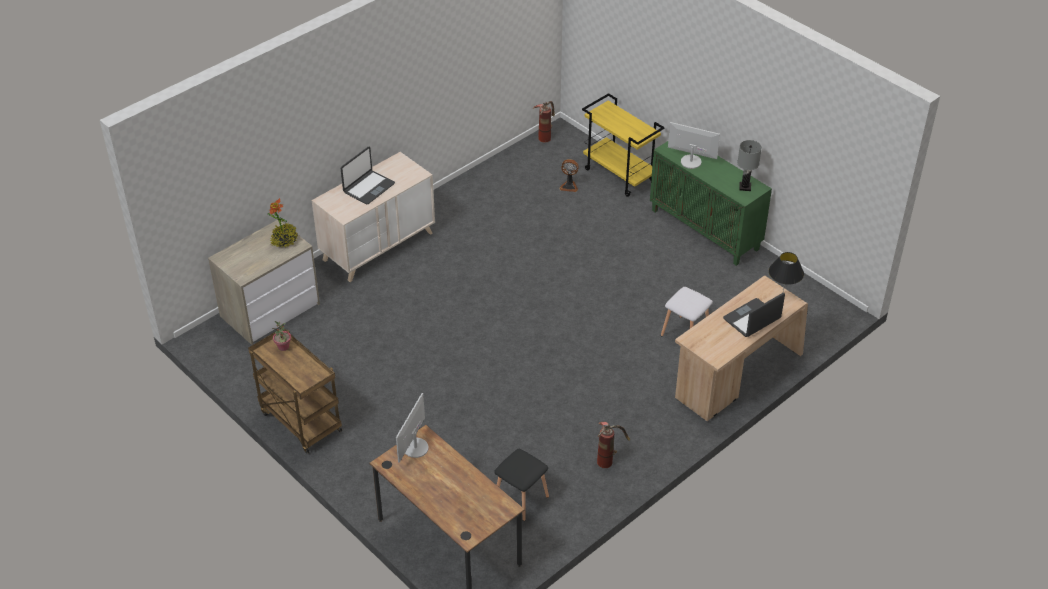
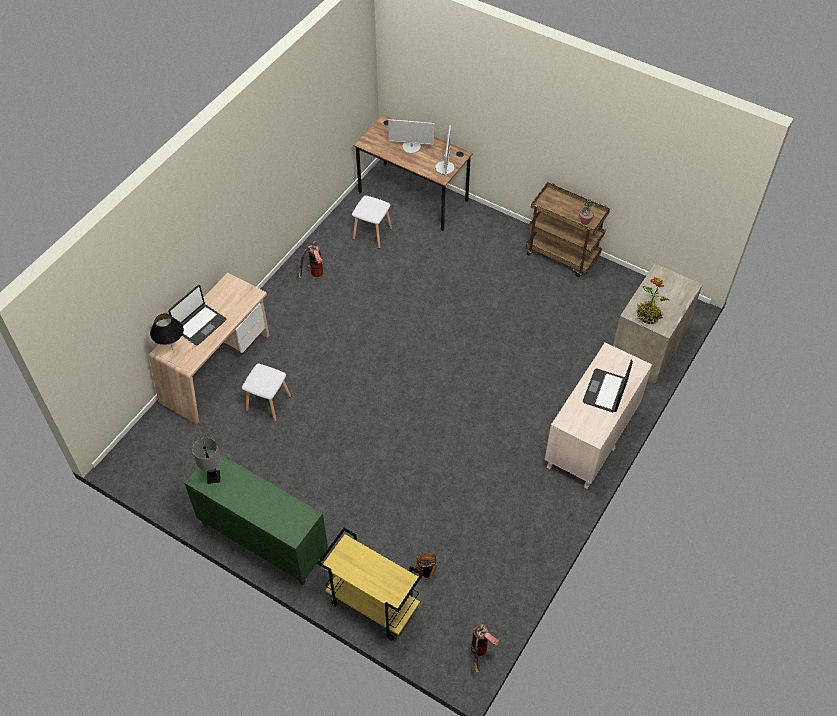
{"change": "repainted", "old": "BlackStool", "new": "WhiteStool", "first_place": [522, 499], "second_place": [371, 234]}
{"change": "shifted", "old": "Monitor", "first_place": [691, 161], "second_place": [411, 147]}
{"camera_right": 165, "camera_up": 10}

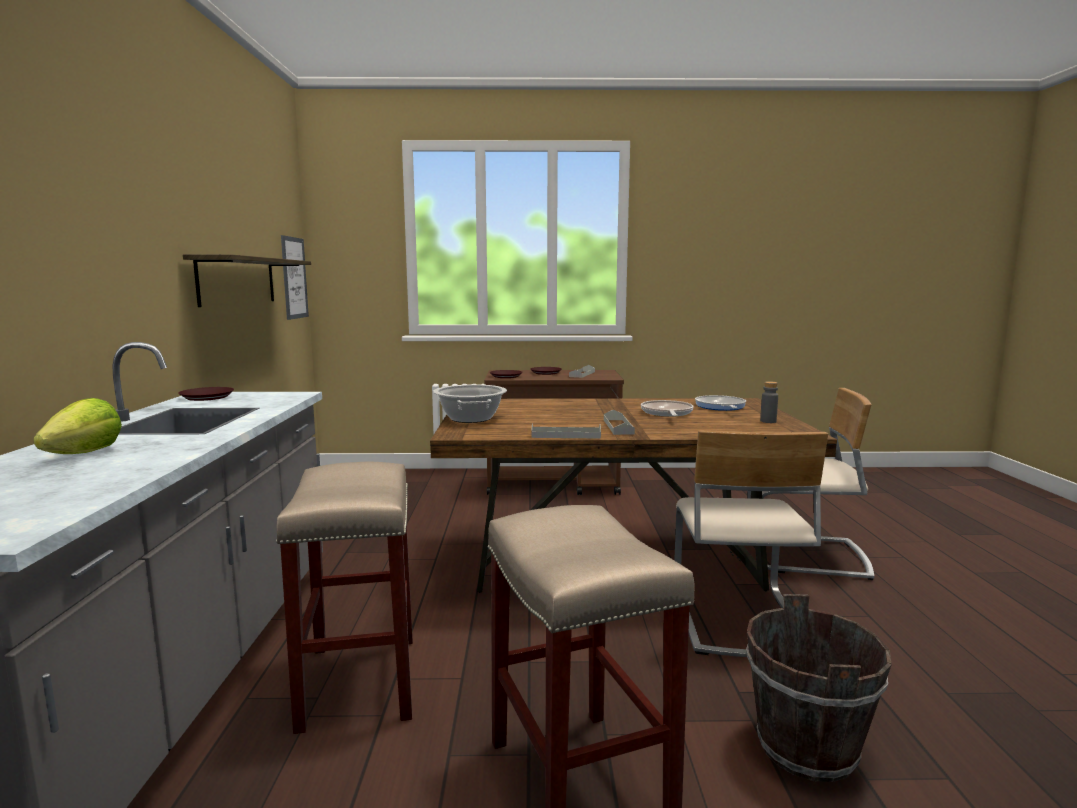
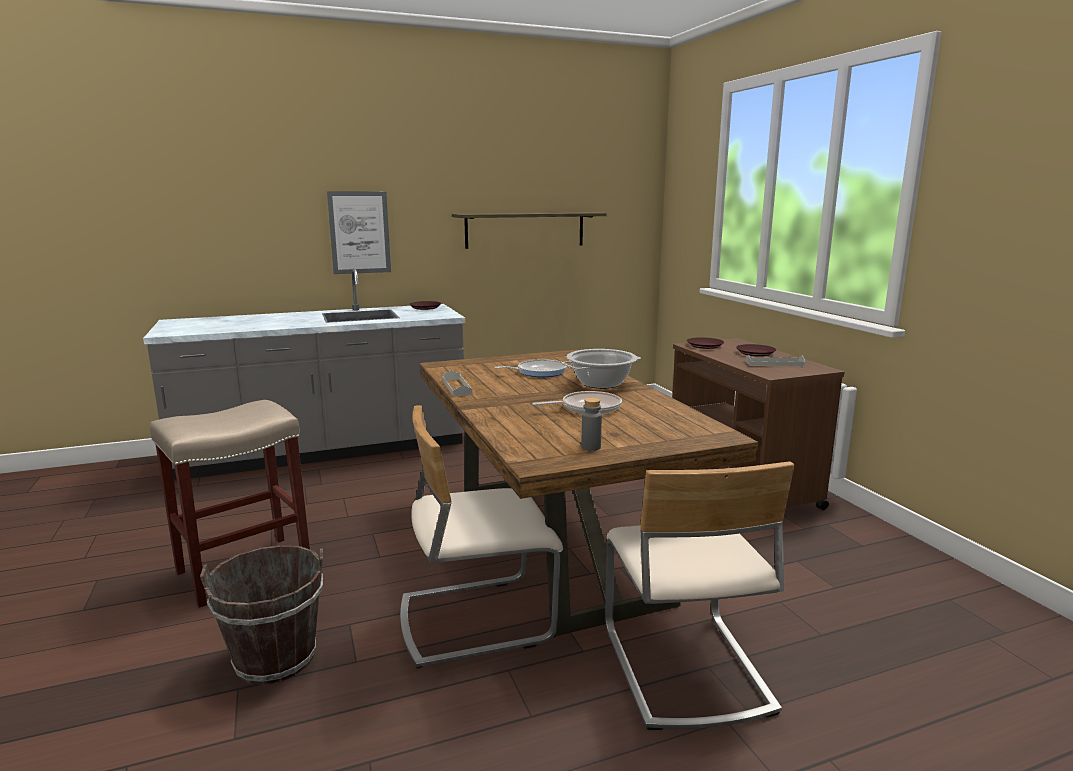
{"change": "shifted", "old": "Picture", "first_place": [294, 278], "second_place": [359, 232]}
{"change": "shifted", "old": "FryingPan", "first_place": [720, 407], "second_place": [538, 372]}
{"change": "shifted", "old": "CookingPot", "first_place": [471, 418], "second_place": [601, 383]}
{"change": "gone", "old": "Lettuce", "first_place": [84, 453]}
{"change": "gone", "old": "BeigeStool", "first_place": [358, 680]}
{"change": "gone", "old": "GreyTray", "first_place": [618, 427]}
{"camera_right": 70, "camera_up": 5}

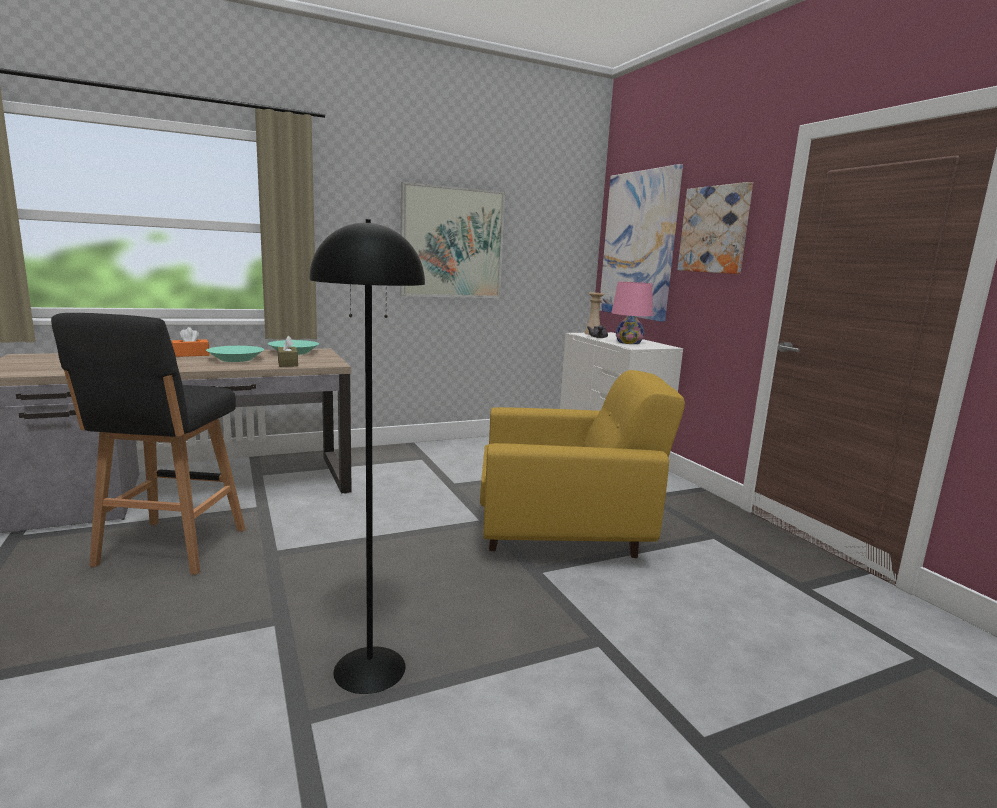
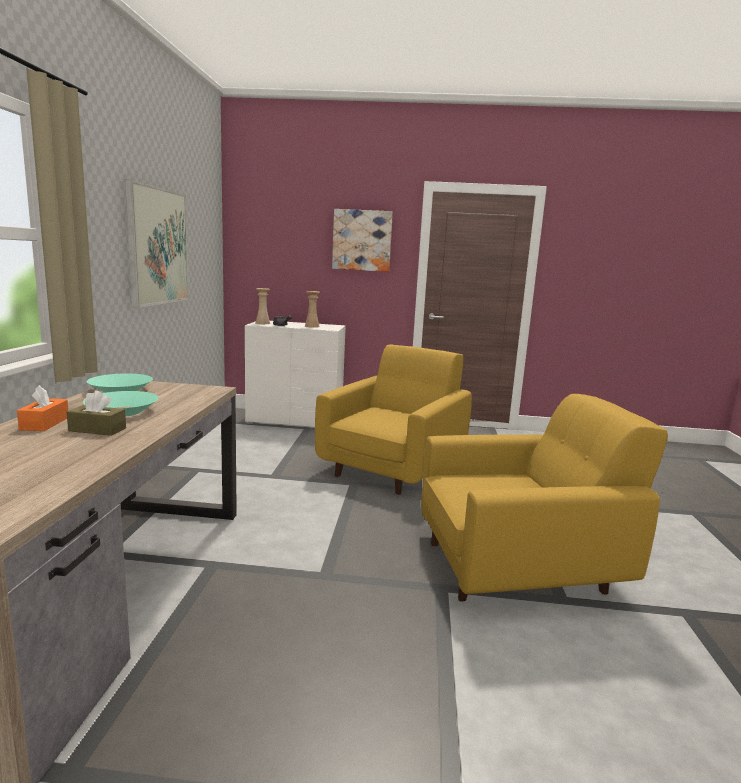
{"change": "shifted", "old": "BrownTissueBox", "first_place": [287, 363], "second_place": [97, 429]}
{"change": "swapped", "old": "PinkTableLamp", "new": "BeigeVase", "first_place": [628, 342], "second_place": [312, 326]}
{"change": "swapped", "old": "BlackFloorLamp", "new": "YellowArmchair", "first_place": [369, 669], "second_place": [520, 567]}
{"change": "gone", "old": "BlackStool", "first_place": [169, 549]}
{"change": "gone", "old": "Picture", "first_place": [638, 245]}
{"camera_right": -60, "camera_up": 0}

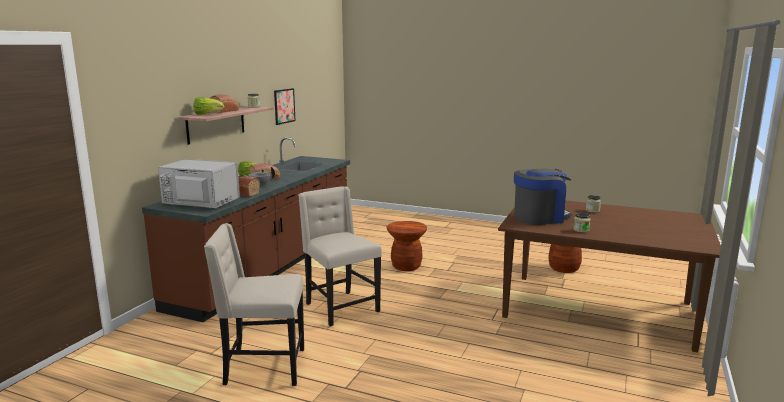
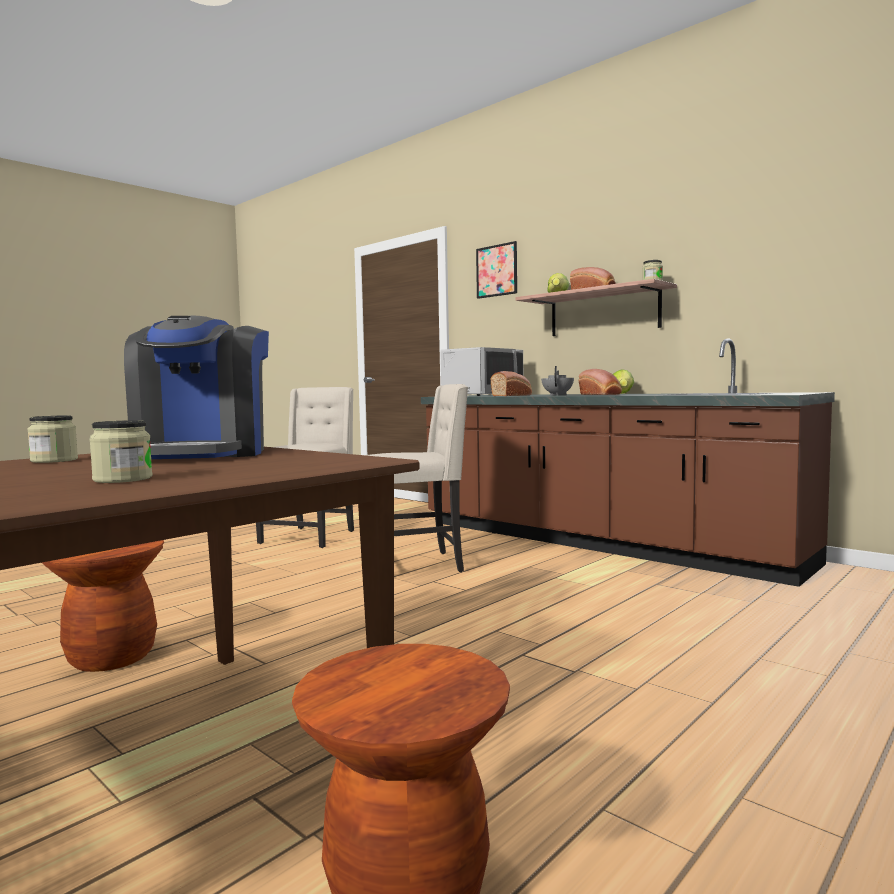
{"change": "shifted", "old": "BrownStool", "first_place": [406, 266], "second_place": [111, 657]}
{"change": "shifted", "old": "Picture", "first_place": [284, 106], "second_place": [497, 270]}
{"camera_right": 110, "camera_up": -10}

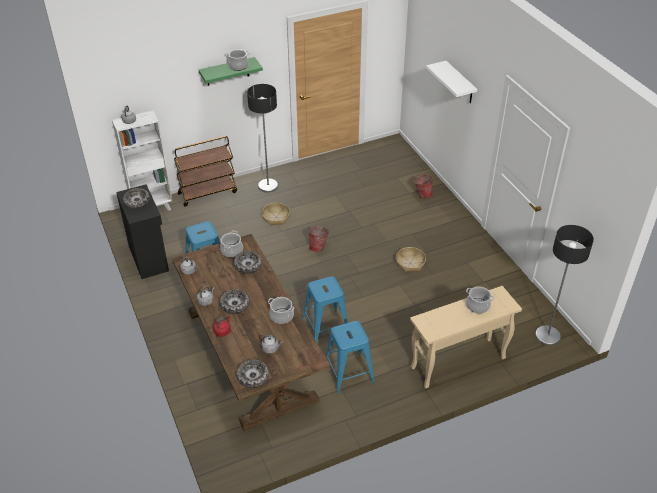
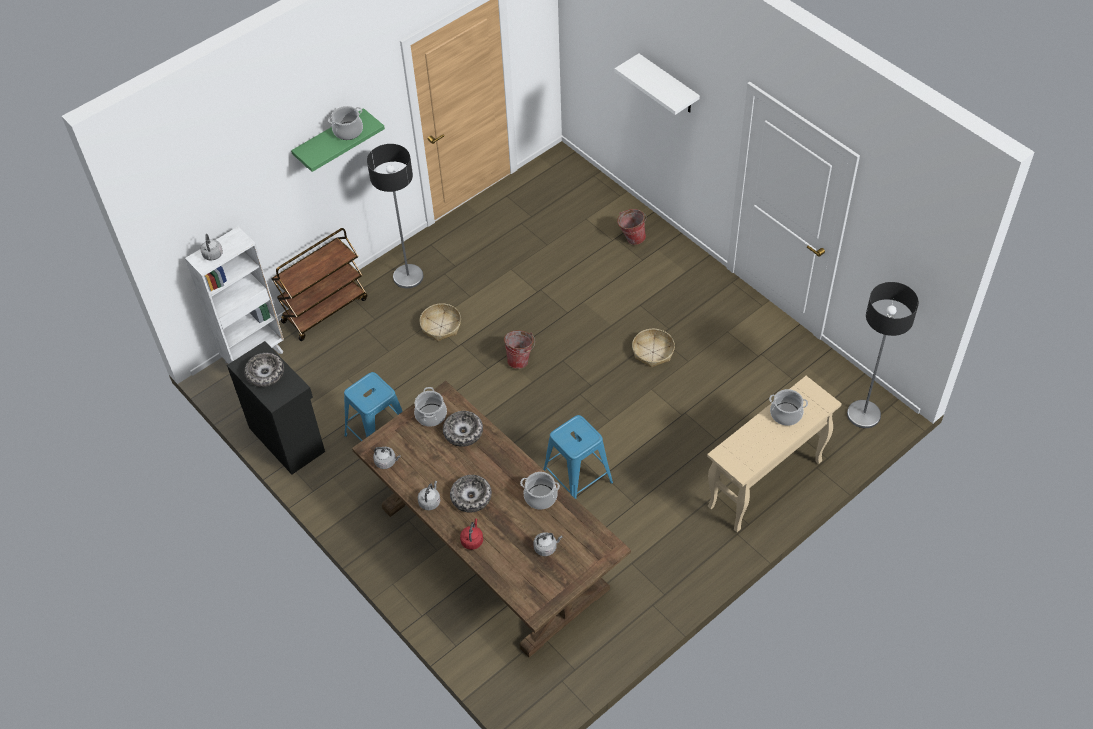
{"change": "gone", "old": "Bowl", "first_place": [253, 377]}
{"change": "gone", "old": "BlueStool", "first_place": [348, 373]}
{"camera_right": -15, "camera_up": 10}

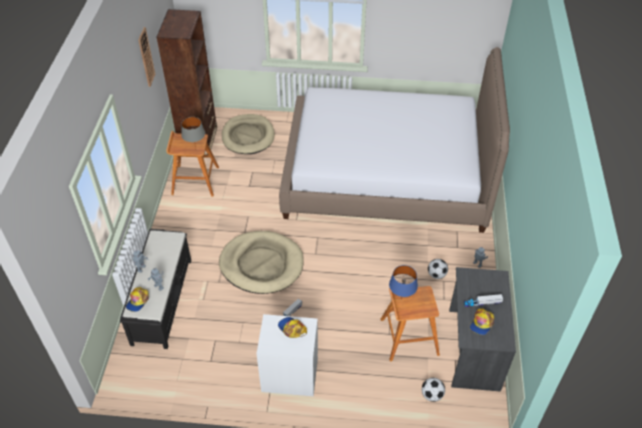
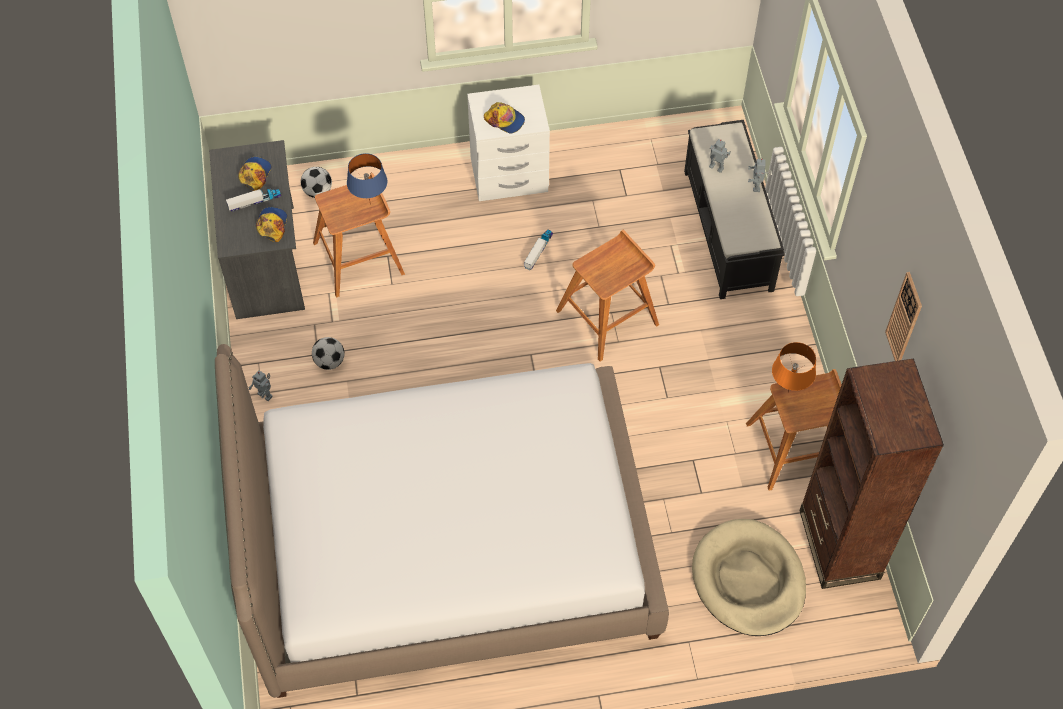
{"change": "shifted", "old": "Cap", "first_place": [138, 301], "second_place": [272, 225]}
{"change": "swapped", "old": "BeigeDogBed", "new": "BrownStool", "first_place": [261, 264], "second_place": [608, 317]}
{"change": "repainted", "old": "GreyTableLamp", "new": "OrangeTableLamp", "first_place": [196, 149], "second_place": [787, 391]}
{"camera_right": 165, "camera_up": 10}

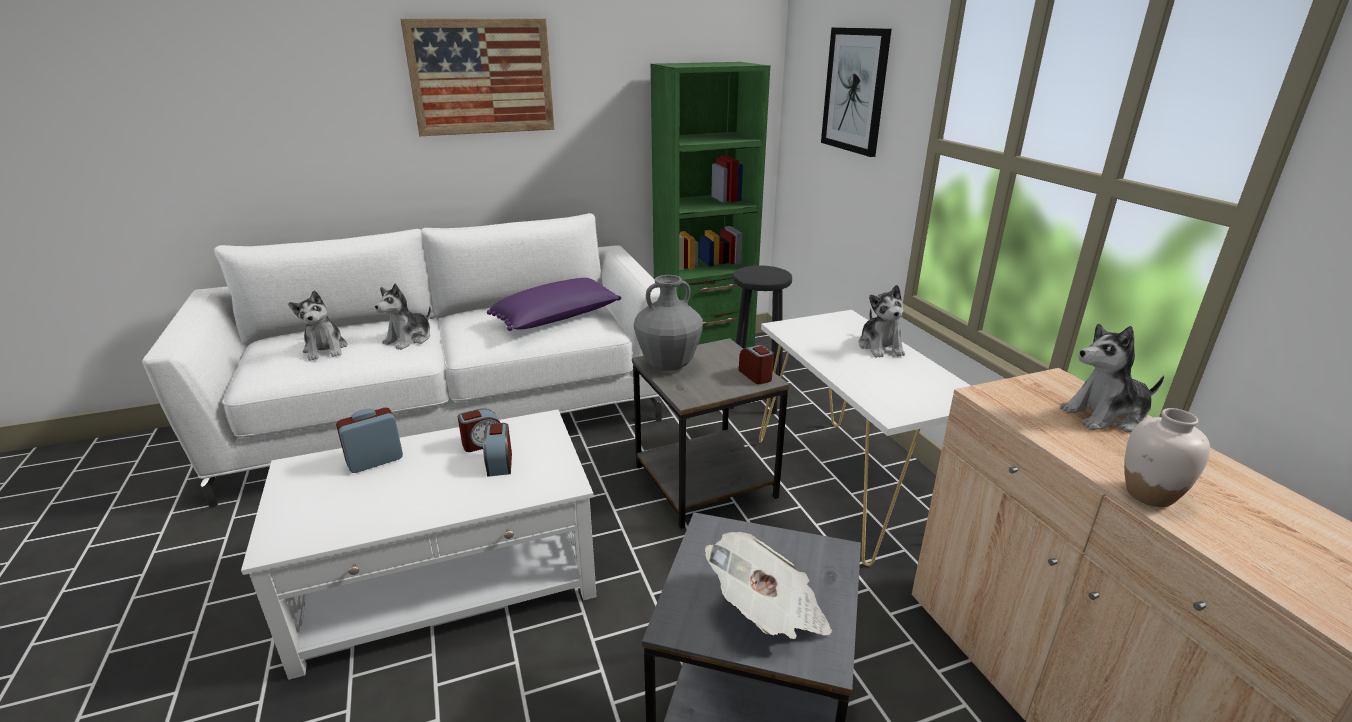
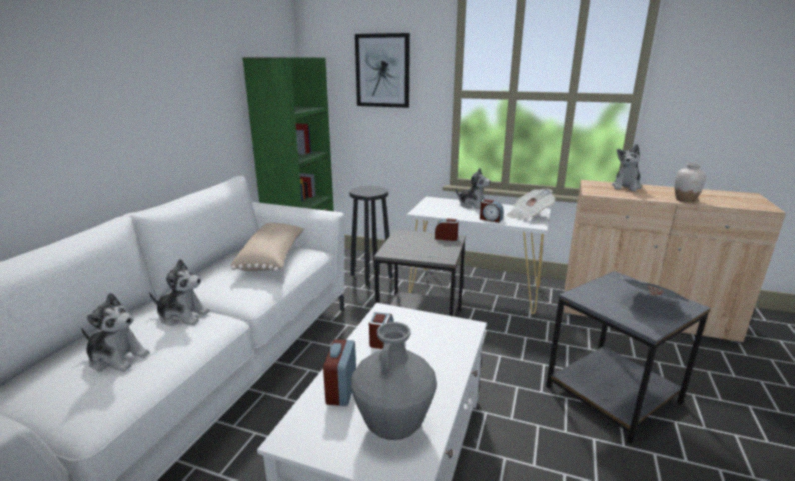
{"change": "rotated", "old": "PlushToy", "first_place": [409, 339], "second_place": [182, 316], "degrees": -60}
{"change": "repainted", "old": "PurplePillow", "new": "BeigePillow", "first_place": [557, 320], "second_place": [273, 259]}
{"change": "shifted", "old": "GreyVase", "first_place": [669, 365], "second_place": [394, 426]}
{"change": "shifted", "old": "AlarmClock", "first_place": [499, 463], "second_place": [490, 219]}
{"change": "new", "new": "Newspaper", "second_place": [528, 215]}
{"change": "gone", "old": "Picture", "first_place": [482, 77]}
{"camera_right": -50, "camera_up": -5}

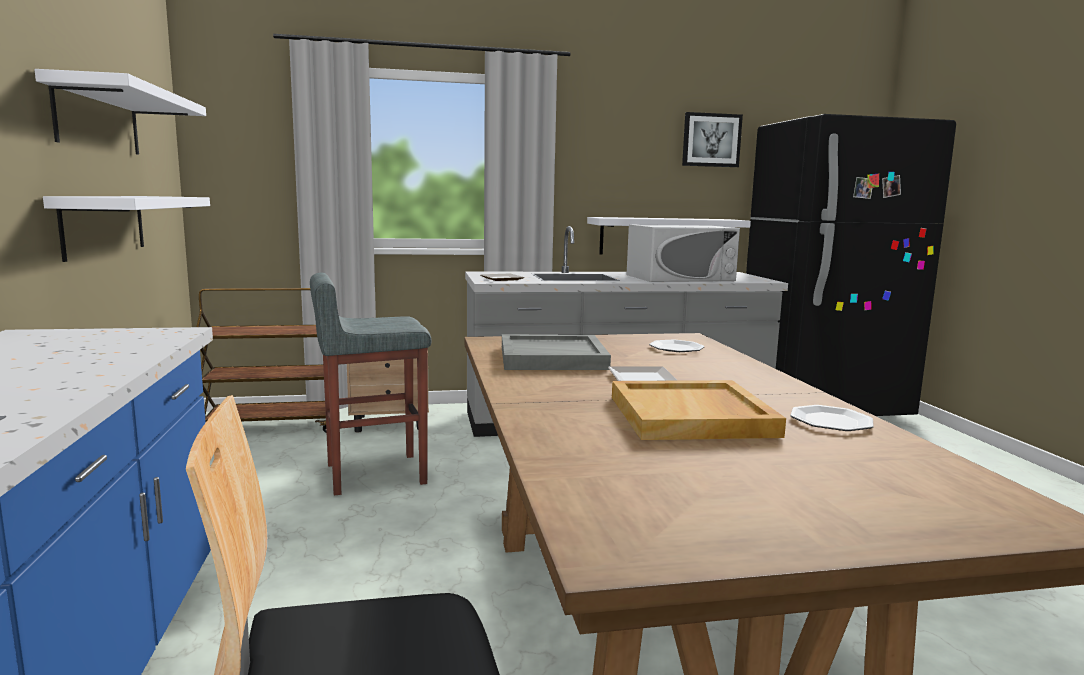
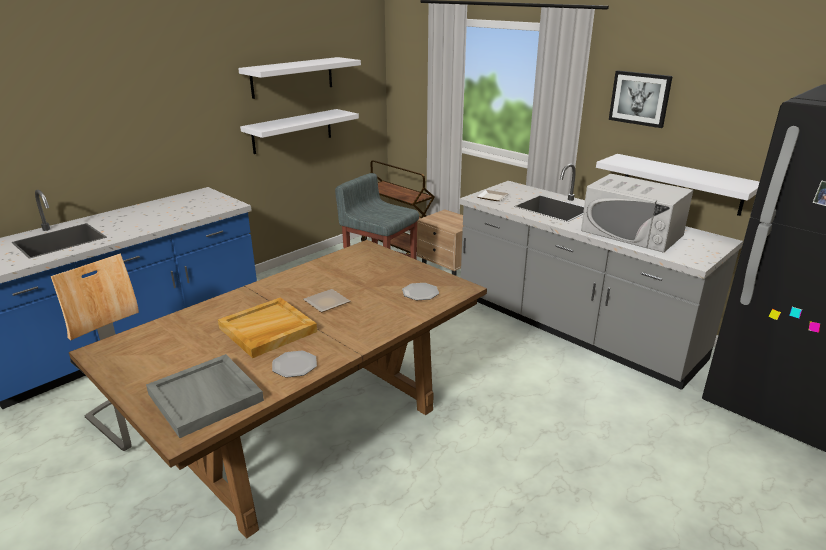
{"change": "shifted", "old": "GreyTray", "first_place": [553, 357], "second_place": [206, 397]}
{"change": "shifted", "old": "Picture", "first_place": [711, 140], "second_place": [640, 98]}
{"camera_right": 55, "camera_up": 15}

